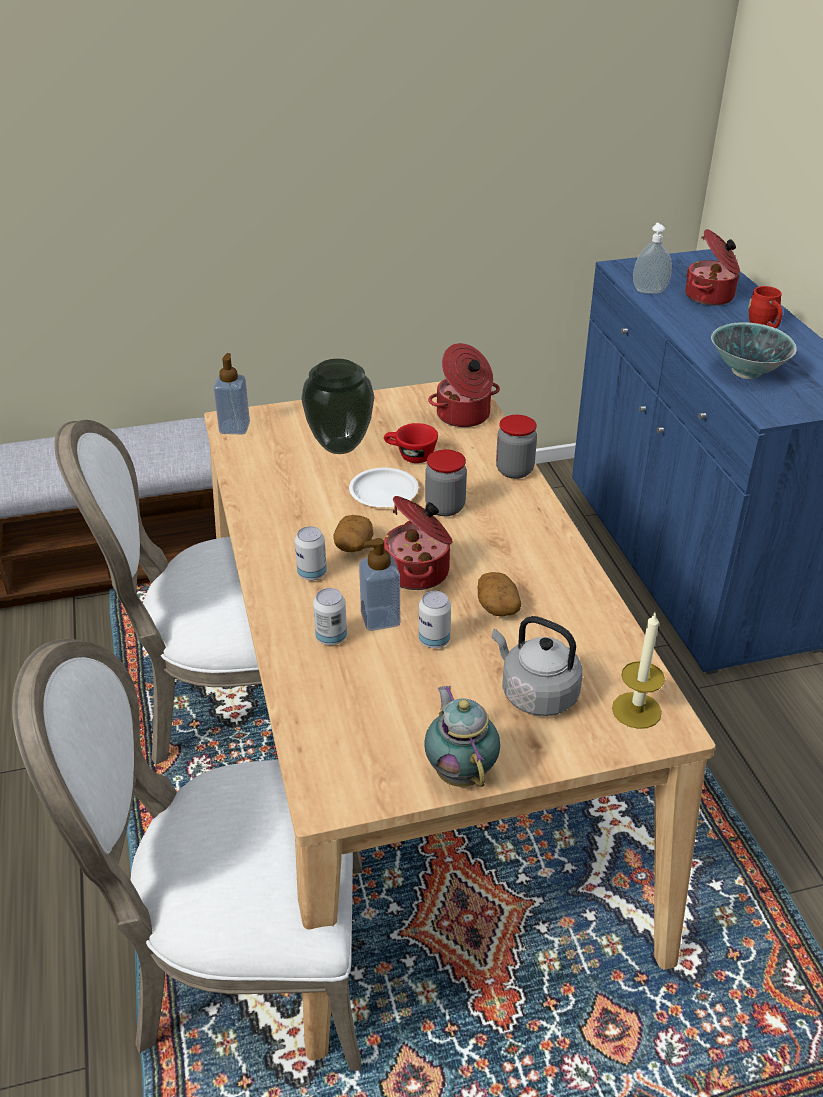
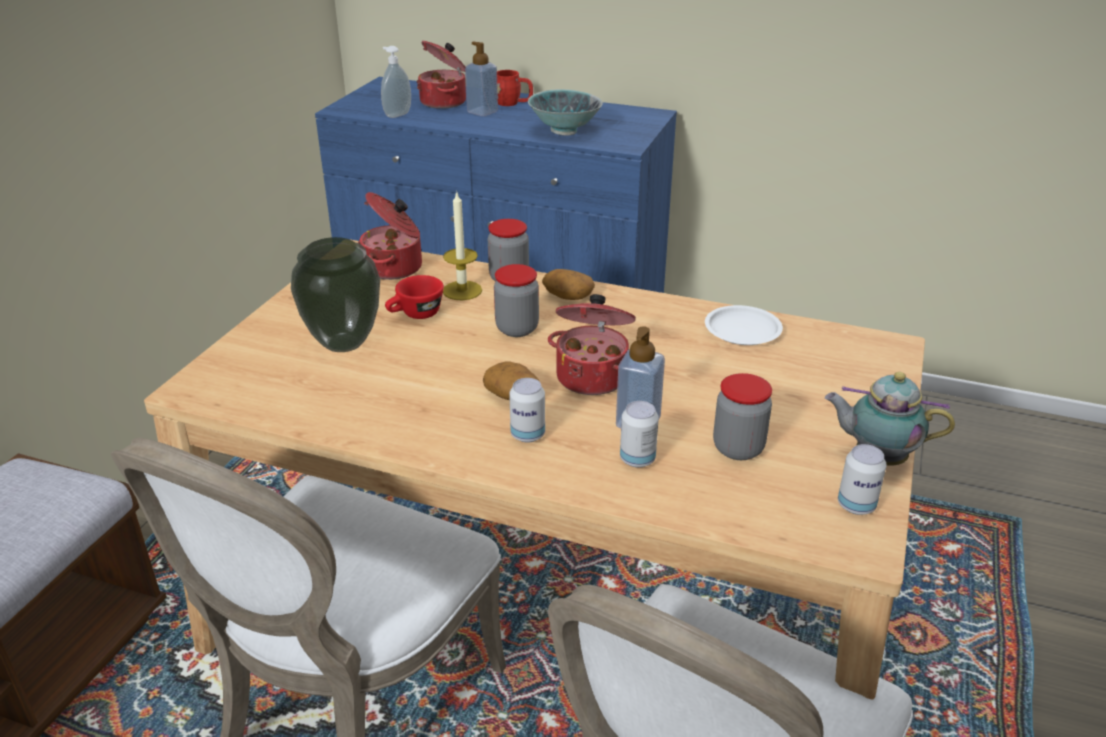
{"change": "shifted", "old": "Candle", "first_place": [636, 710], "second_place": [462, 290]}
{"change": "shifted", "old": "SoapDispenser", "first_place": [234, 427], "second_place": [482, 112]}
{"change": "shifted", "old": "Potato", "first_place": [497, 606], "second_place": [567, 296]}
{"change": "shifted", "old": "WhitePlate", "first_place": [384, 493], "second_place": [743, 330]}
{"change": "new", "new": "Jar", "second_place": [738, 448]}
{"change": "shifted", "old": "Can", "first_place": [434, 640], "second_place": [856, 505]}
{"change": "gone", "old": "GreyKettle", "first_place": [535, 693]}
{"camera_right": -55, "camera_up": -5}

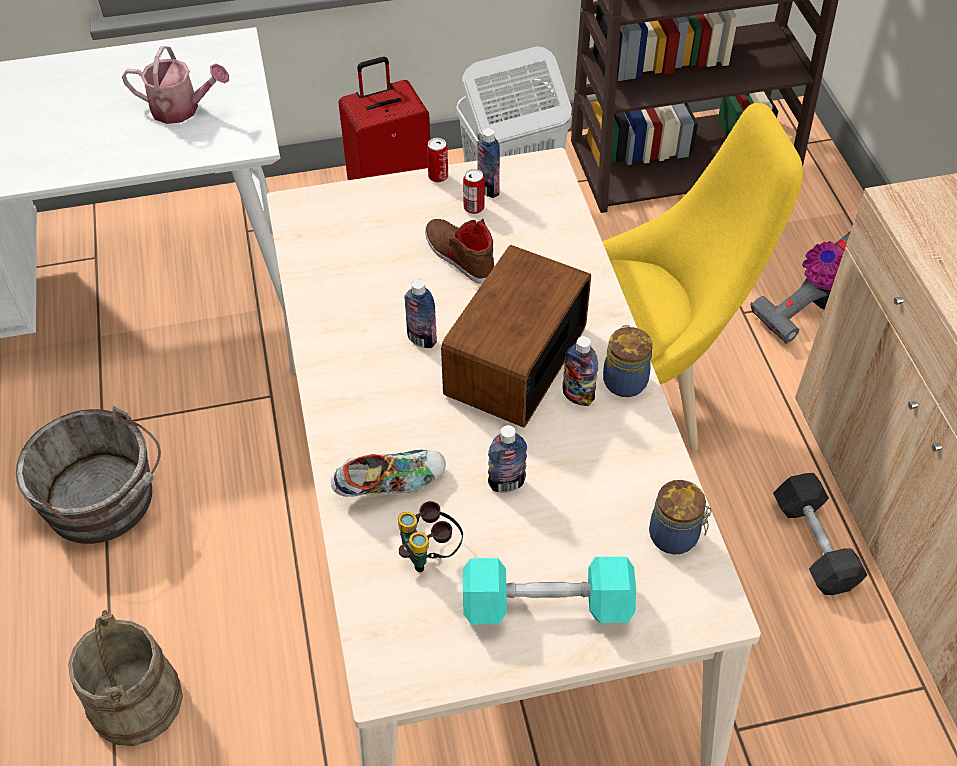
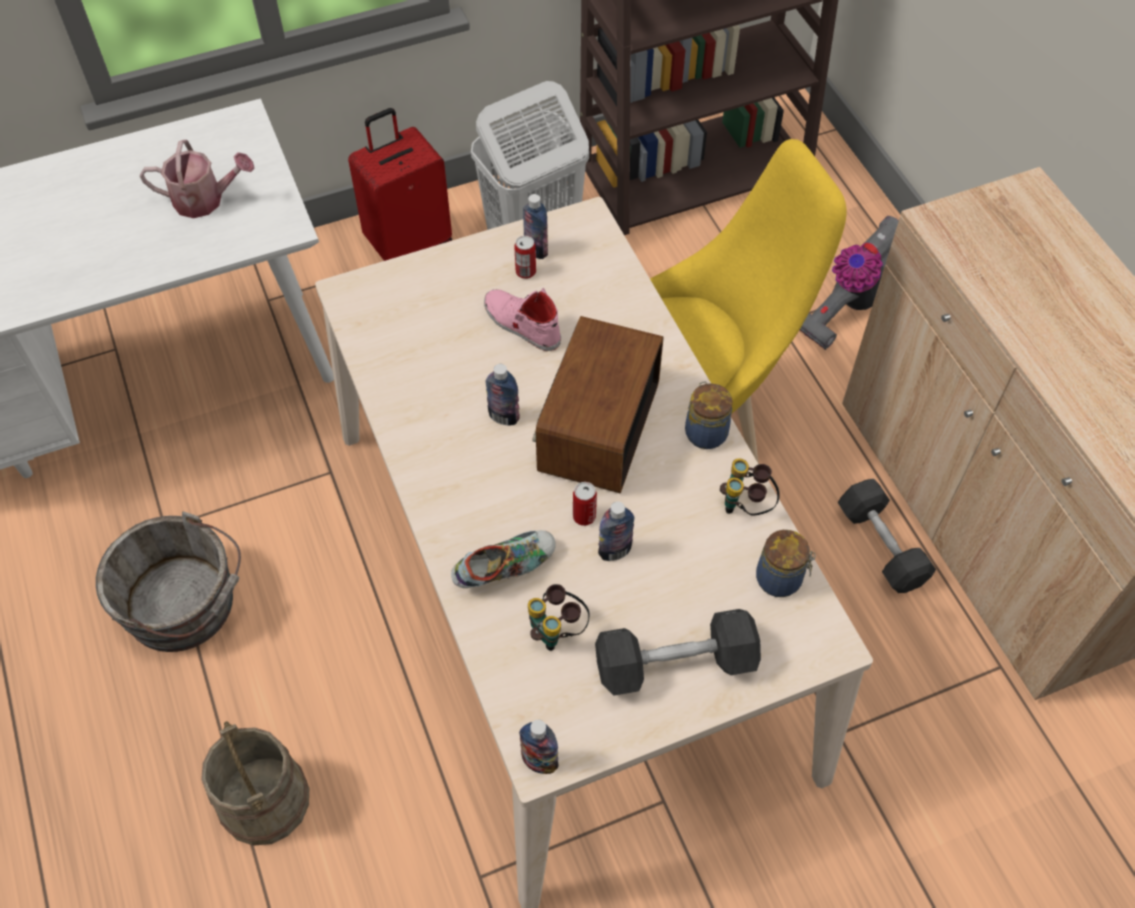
{"change": "repainted", "old": "BrownShoe", "new": "PinkShoe", "first_place": [458, 255], "second_place": [521, 324]}
{"change": "shifted", "old": "Bottle", "first_place": [578, 396], "second_place": [539, 762]}
{"change": "shifted", "old": "Can", "first_place": [438, 176], "second_place": [584, 516]}
{"change": "repainted", "old": "TurquoiseDumbbell", "new": "GreyDumbbell", "first_place": [546, 605], "second_place": [675, 663]}
{"change": "new", "new": "Binoculars", "second_place": [746, 506]}
{"camera_right": -10, "camera_up": 5}

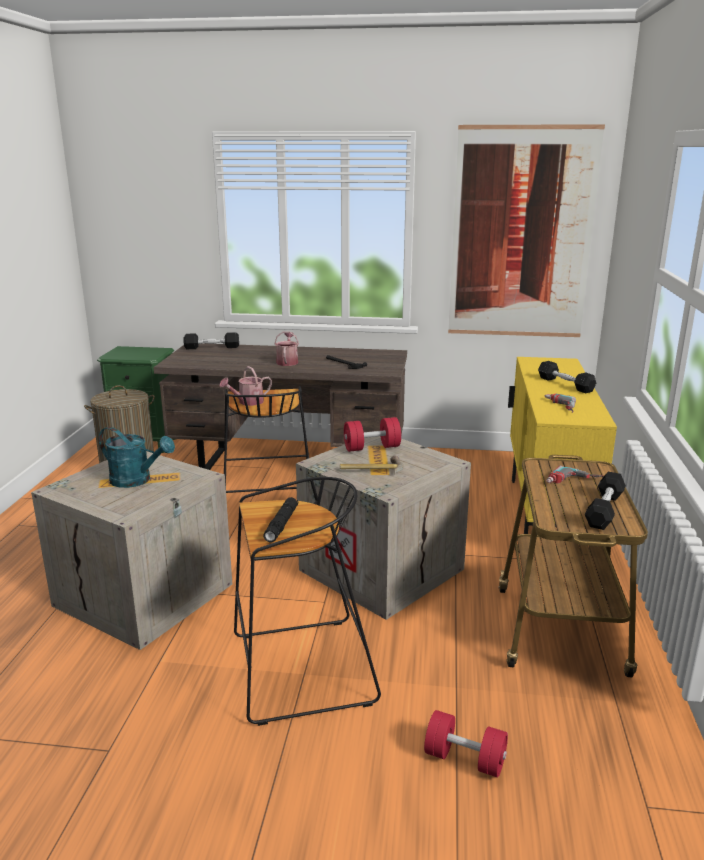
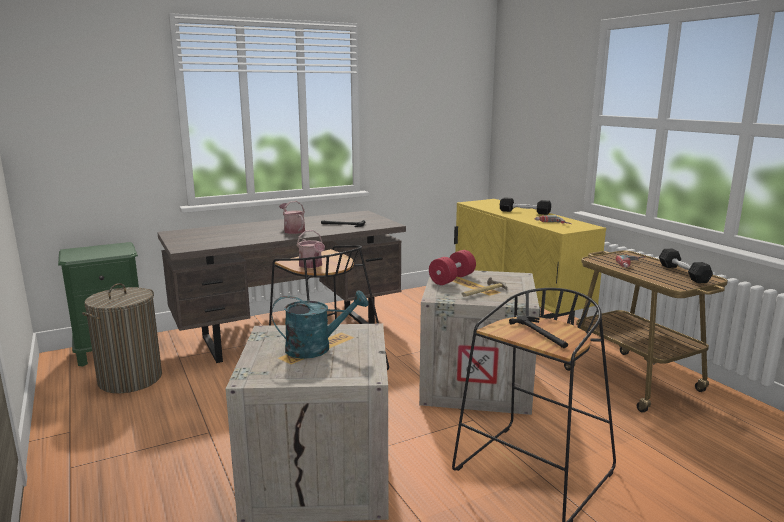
{"change": "rotated", "old": "WateringCan", "first_place": [247, 402], "second_place": [311, 265], "degrees": -45}
{"change": "swapped", "old": "BlackFlashlight", "new": "Hammer", "first_place": [281, 524], "second_place": [541, 334]}
{"change": "gone", "old": "BlackDumbbell", "first_place": [212, 347]}
{"change": "gone", "old": "RedDumbbell", "first_place": [464, 759]}
{"change": "gone", "old": "Picture", "first_place": [521, 235]}
{"camera_right": -35, "camera_up": -5}

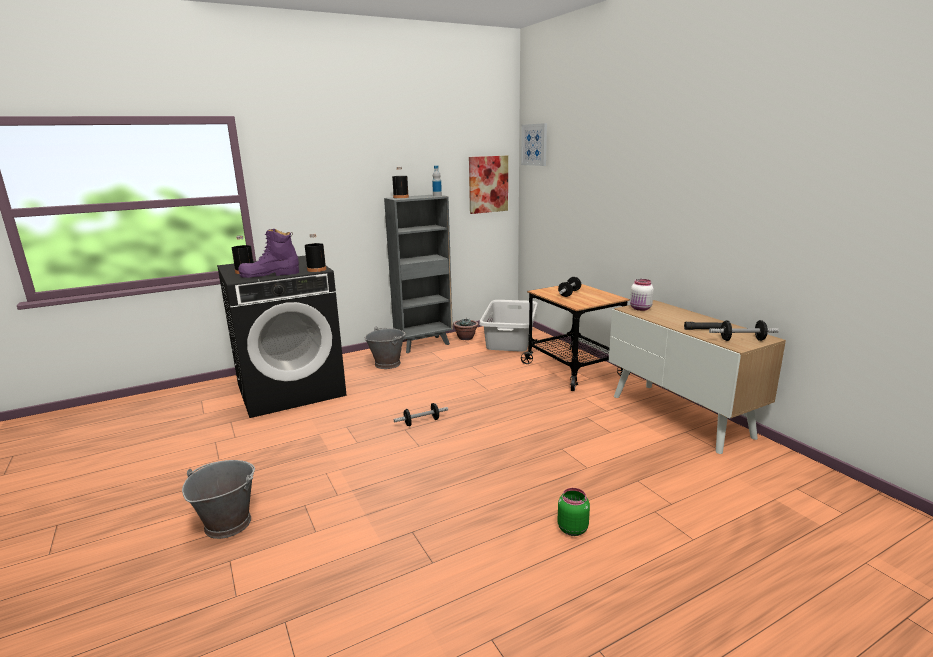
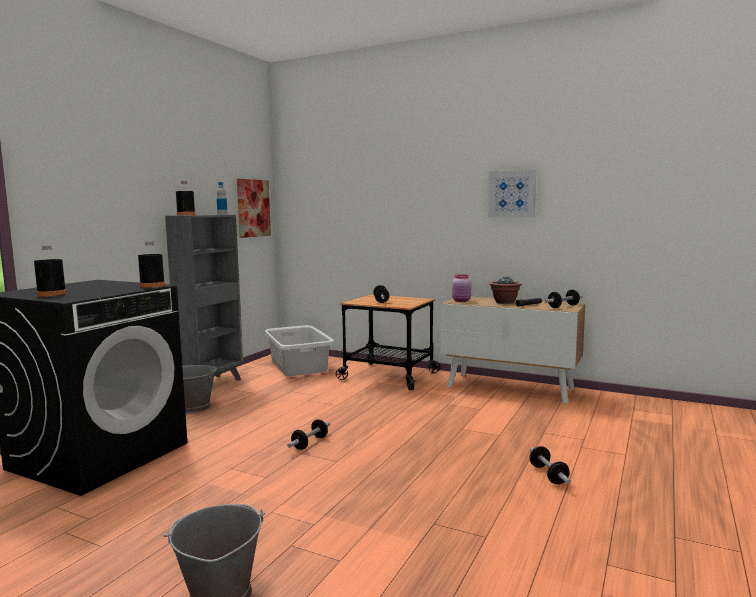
{"change": "repainted", "old": "WhiteJar", "new": "PinkJar", "first_place": [640, 309], "second_place": [461, 300]}
{"change": "shifted", "old": "Picture", "first_place": [534, 144], "second_place": [512, 194]}
{"change": "shifted", "old": "PottedPlant", "first_place": [466, 338], "second_place": [504, 302]}
{"change": "swapped", "old": "GreenJar", "new": "Dumbbell", "first_place": [572, 528], "second_place": [548, 475]}
{"change": "gone", "old": "PurpleBoot", "first_place": [270, 274]}
{"camera_right": -35, "camera_up": -10}

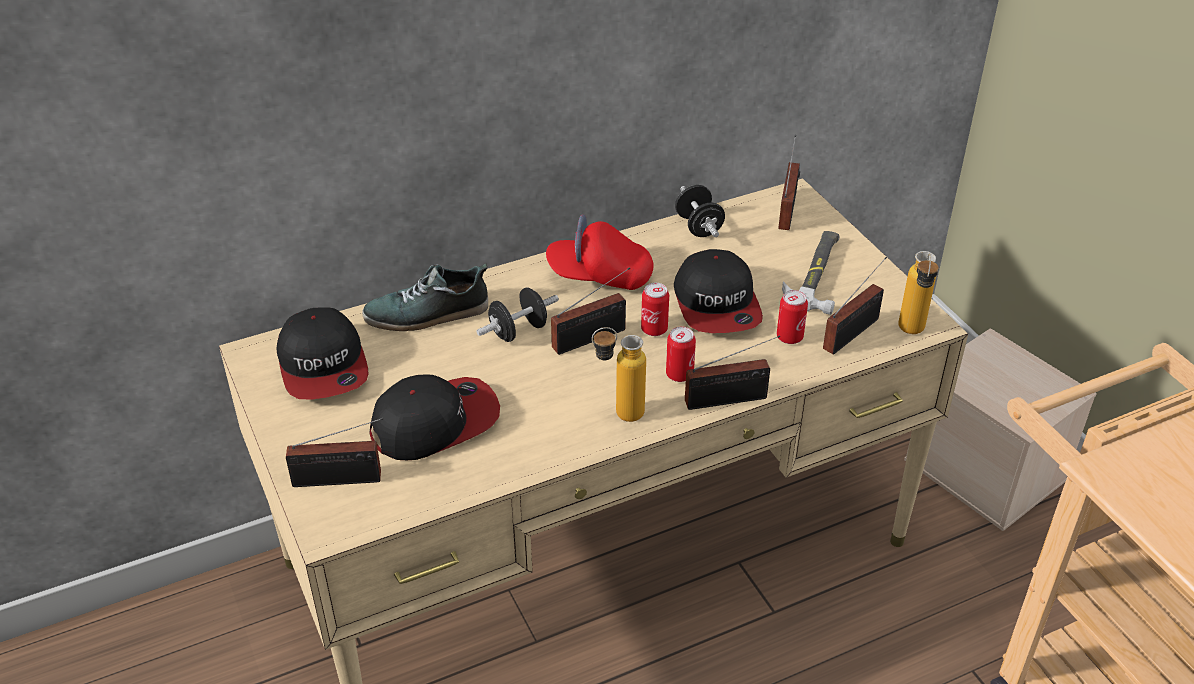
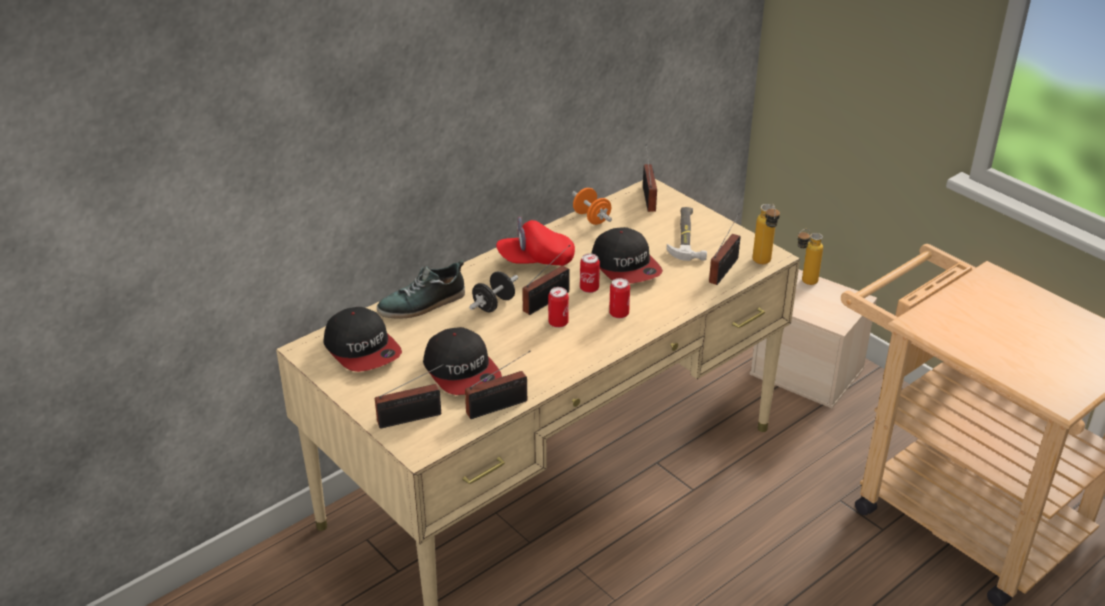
{"change": "rotated", "old": "Cap", "first_place": [435, 422], "second_place": [462, 371], "degrees": 105}
{"change": "shifted", "old": "Radio", "first_place": [730, 399], "second_place": [500, 406]}
{"change": "shifted", "old": "Can", "first_place": [789, 337], "second_place": [558, 323]}
{"change": "repainted", "old": "BlackDumbbell", "new": "OrangeDumbbell", "first_place": [698, 227], "second_place": [591, 218]}
{"change": "shifted", "old": "Bottle", "first_place": [618, 414], "second_place": [803, 282]}
{"camera_right": -15, "camera_up": -5}

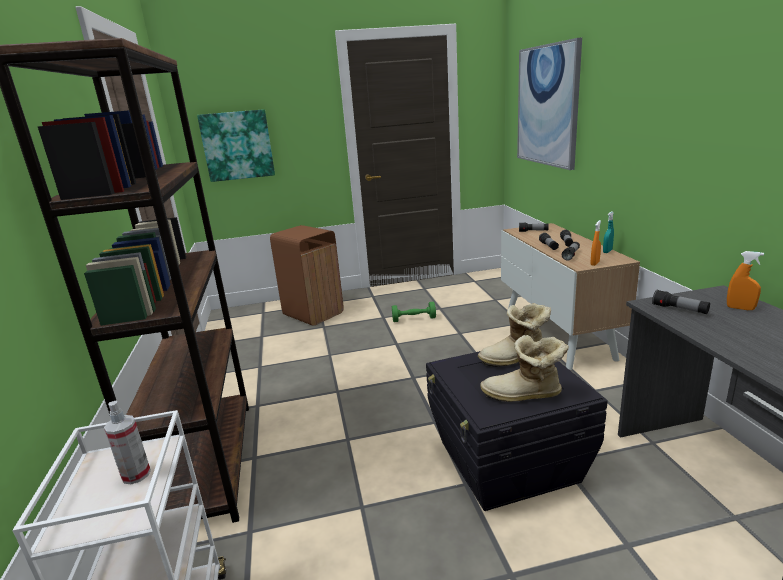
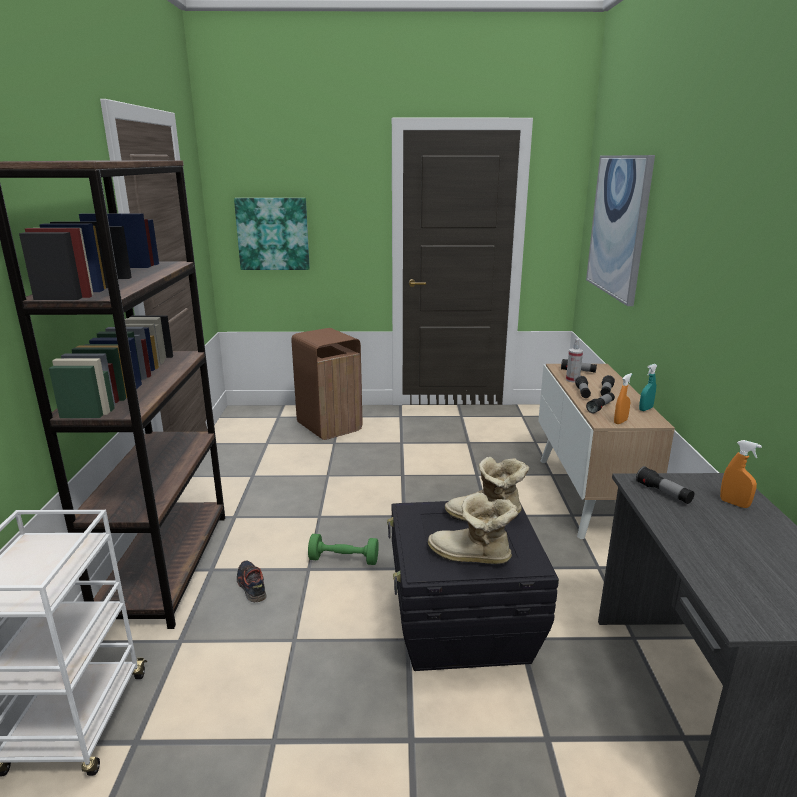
{"change": "new", "new": "Shoe", "second_place": [251, 586]}
{"change": "shifted", "old": "GreenDumbbell", "first_place": [414, 319], "second_place": [344, 560]}
{"change": "shifted", "old": "SprayBottle", "first_place": [136, 474], "second_place": [572, 380]}
{"camera_right": 10, "camera_up": 0}

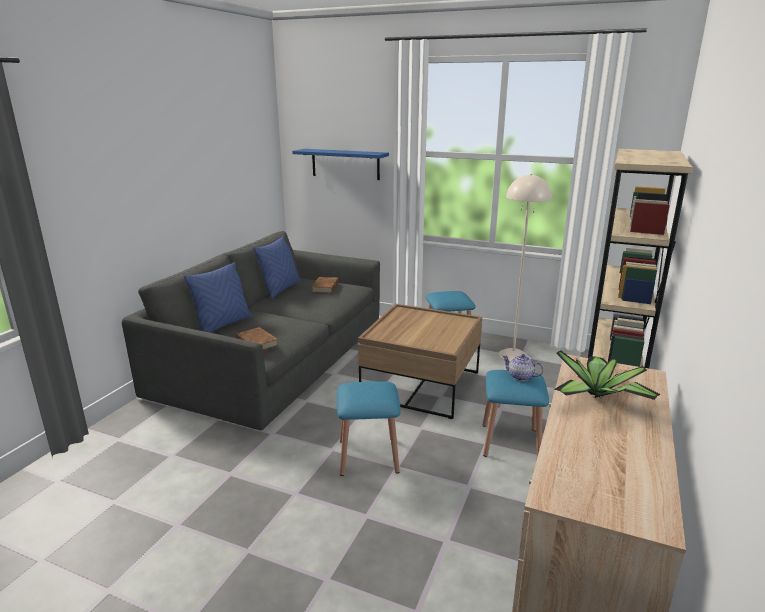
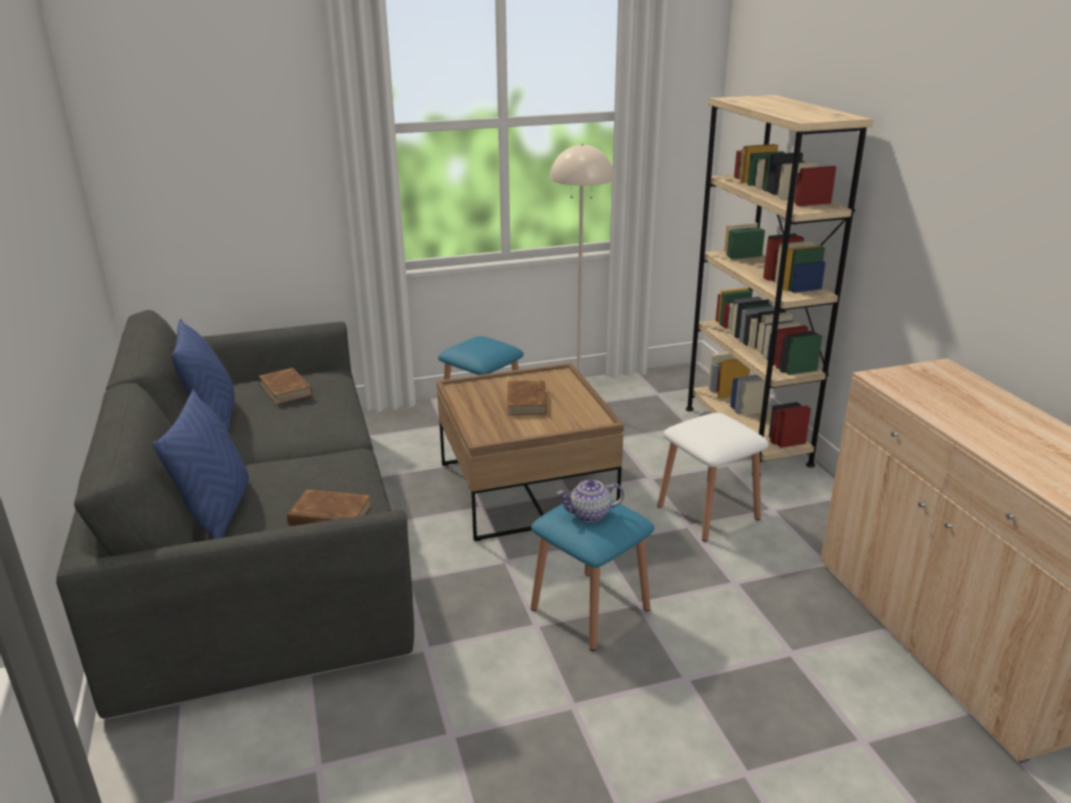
{"change": "new", "new": "BrownBook", "second_place": [527, 402]}
{"change": "shifted", "old": "Teapot", "first_place": [520, 376], "second_place": [589, 515]}
{"change": "repainted", "old": "BlueStool", "new": "WhiteStool", "first_place": [510, 442], "second_place": [708, 512]}
{"change": "gone", "old": "BlueShelf", "first_place": [345, 164]}
{"change": "gone", "old": "PottedPlant", "first_place": [598, 397]}
{"camera_right": -40, "camera_up": 5}

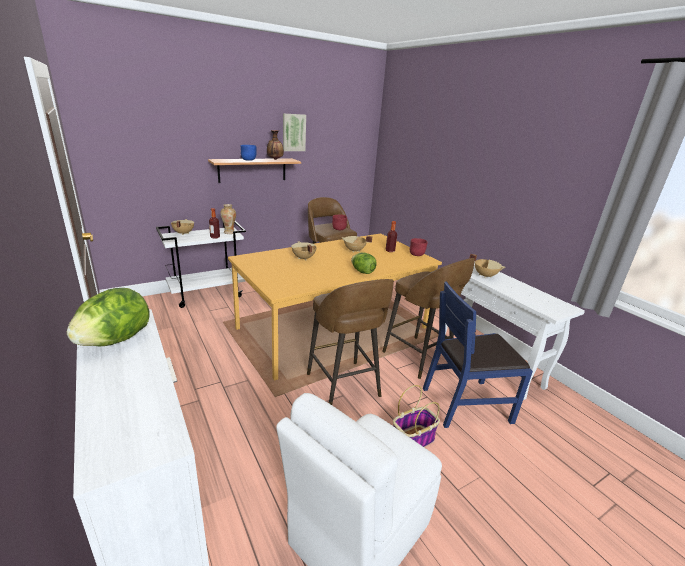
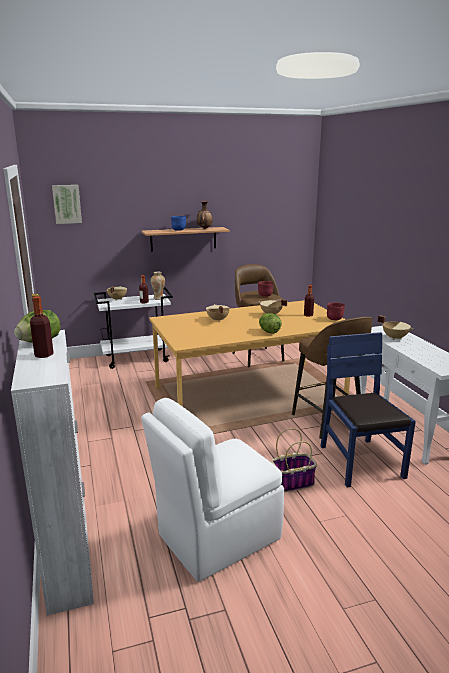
{"change": "new", "new": "Bottle", "second_place": [44, 355]}
{"change": "shifted", "old": "Picture", "first_place": [293, 132], "second_place": [67, 204]}
{"change": "rotated", "old": "BlueChair", "first_place": [466, 403], "second_place": [360, 462], "degrees": 75}
{"change": "gone", "old": "BrownStool", "first_place": [344, 387]}
{"camera_right": 15, "camera_up": -5}

